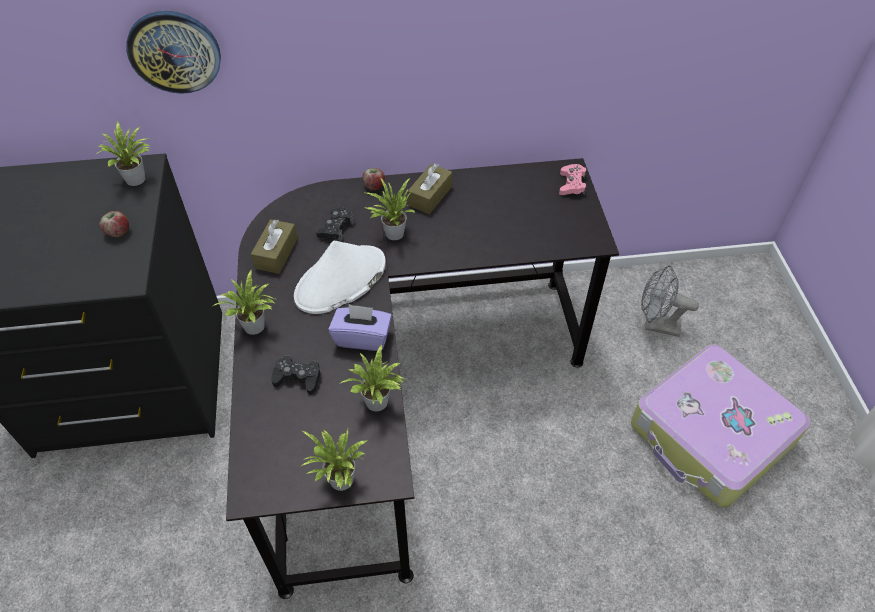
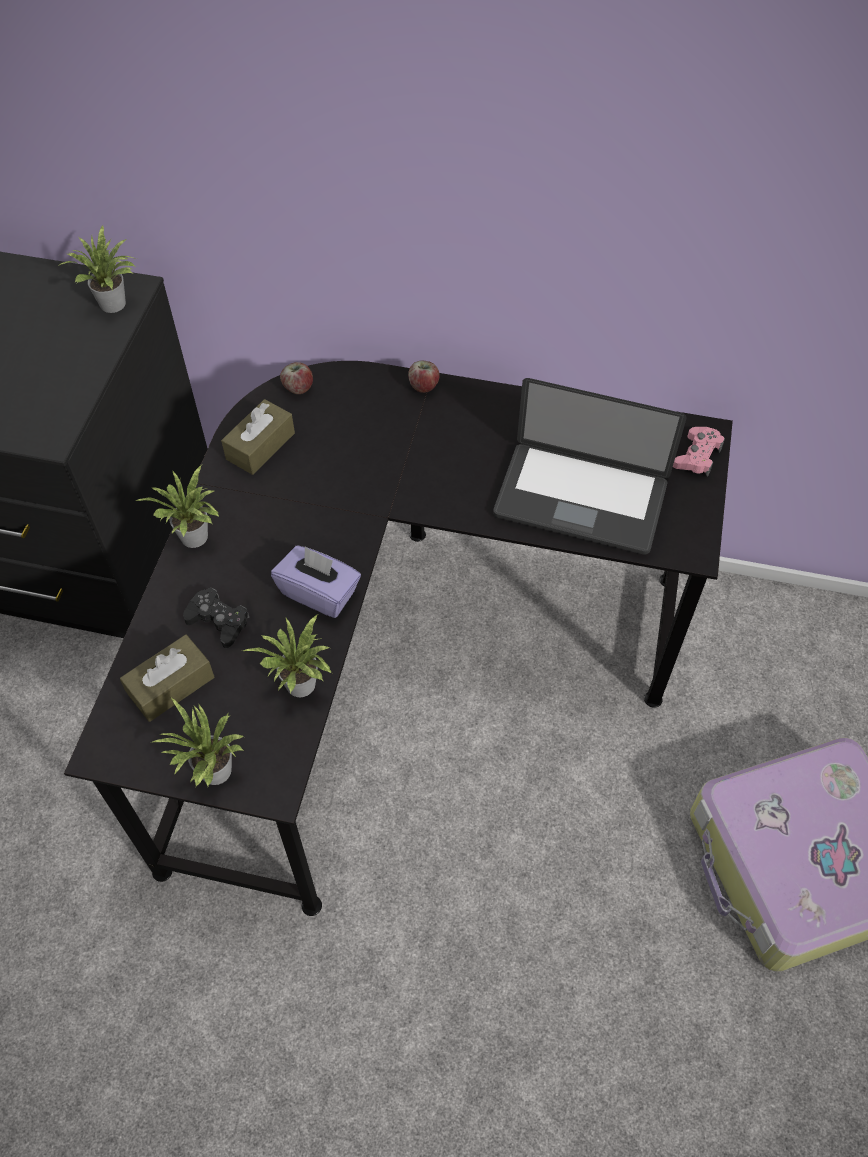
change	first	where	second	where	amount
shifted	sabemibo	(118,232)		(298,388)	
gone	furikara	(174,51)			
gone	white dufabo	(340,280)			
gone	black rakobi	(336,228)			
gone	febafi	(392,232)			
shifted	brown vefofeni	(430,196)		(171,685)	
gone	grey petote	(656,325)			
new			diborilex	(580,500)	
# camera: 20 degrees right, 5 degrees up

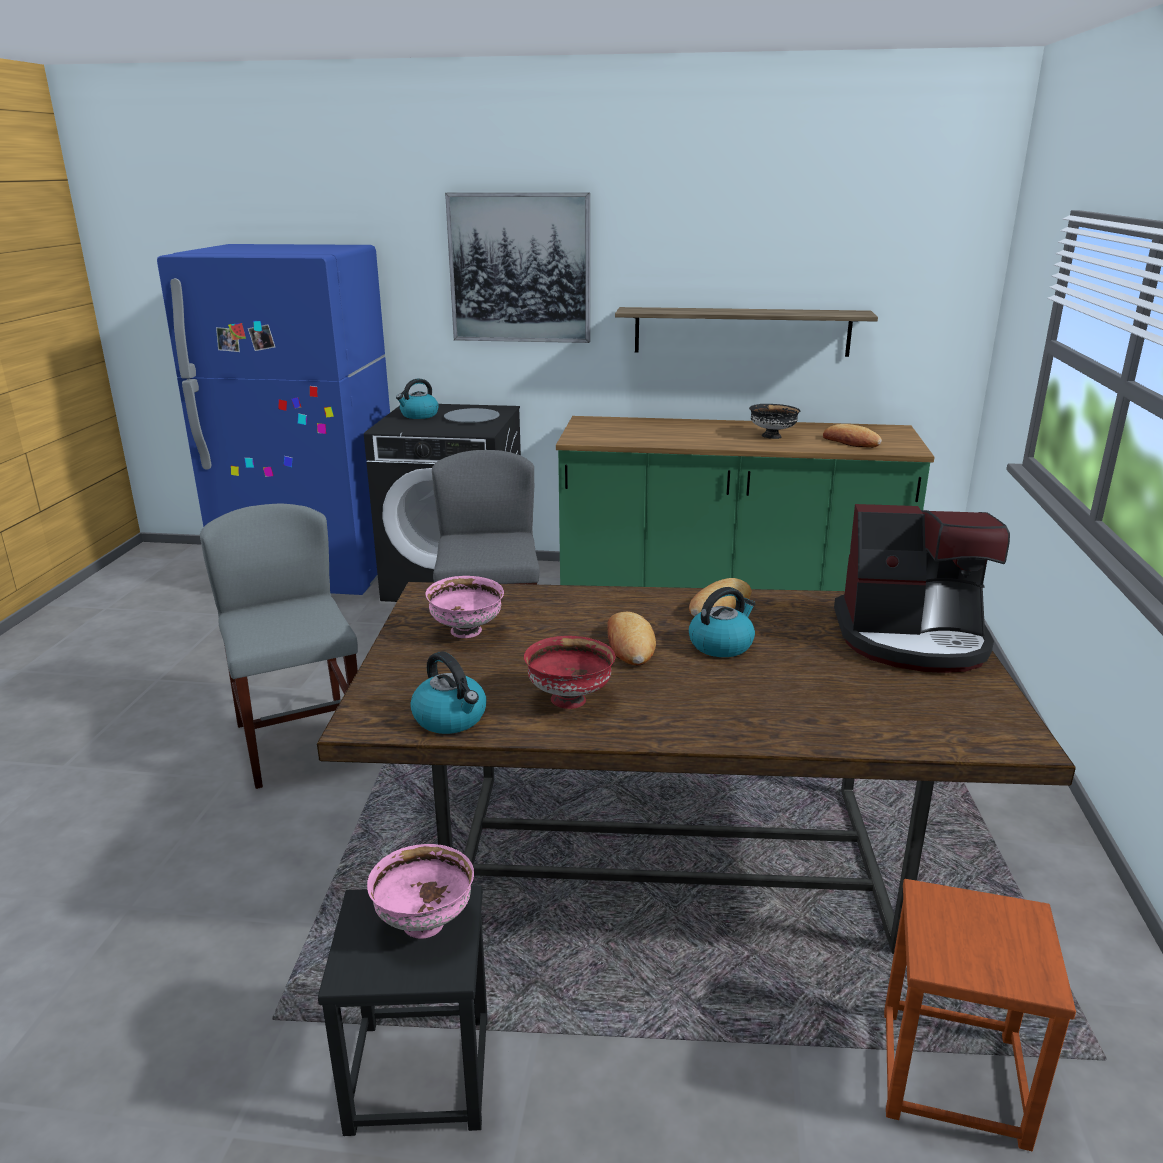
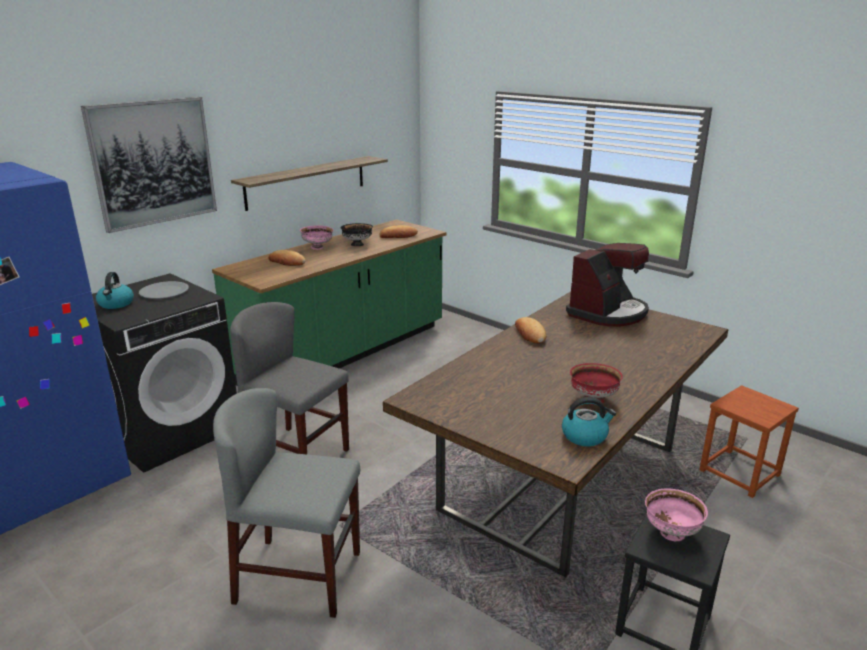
change	first	where	second	where	amount
shifted	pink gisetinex	(467,631)		(317,247)	
shifted	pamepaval	(629,645)		(287,262)	
gone	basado	(721,644)			
# camera: 55 degrees left, 0 degrees up

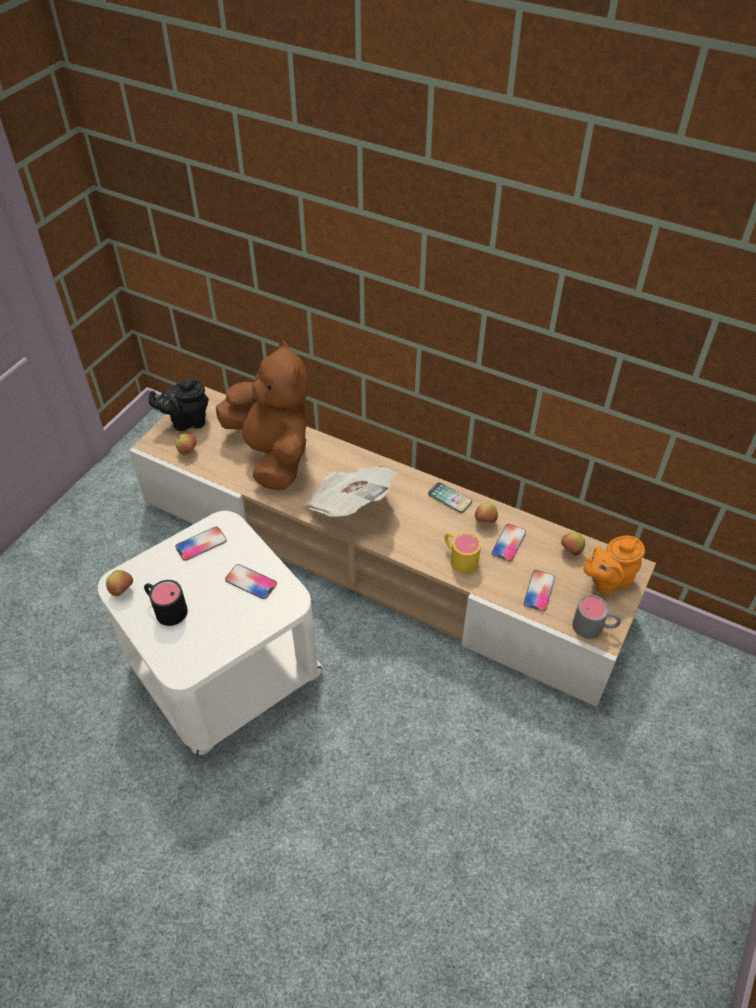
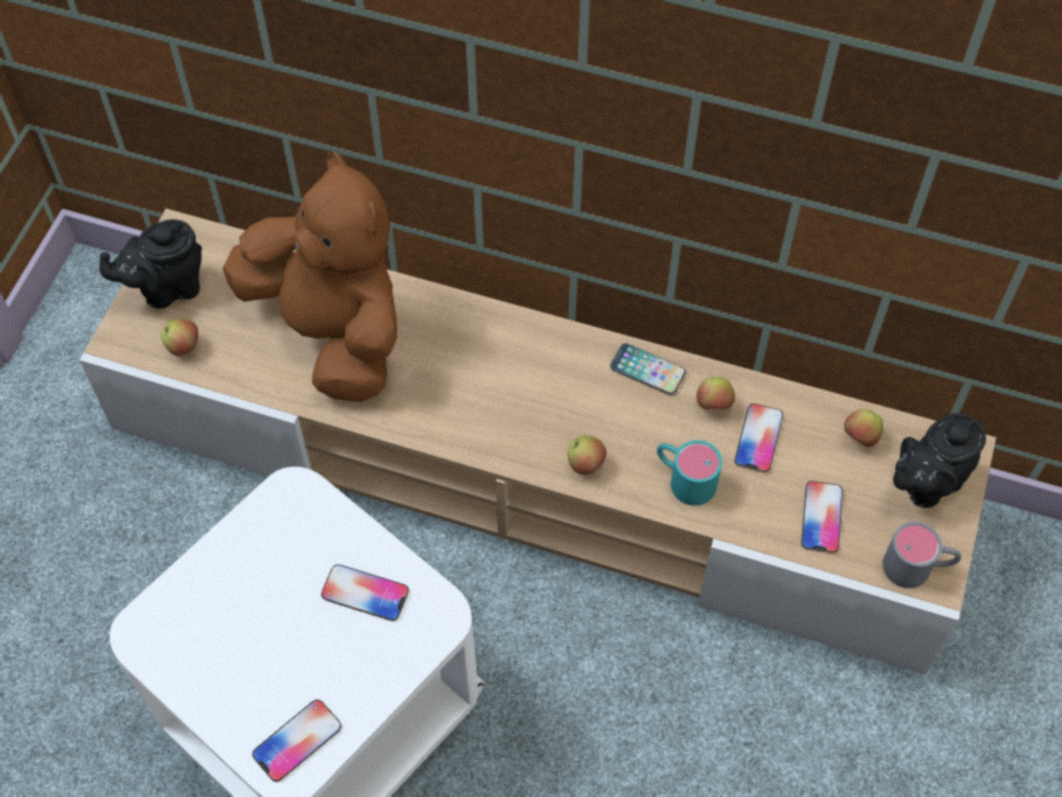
change	first	where	second	where	amount
shifted	sabemibo	(122,590)		(585,464)	
gone	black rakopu	(166,608)			
shifted	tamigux	(201,544)		(297,741)	
gone	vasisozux	(350,504)			
repainted	yellow rakopu	(459,558)	turquoise rakopu	(684,478)	
repainted	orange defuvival	(607,582)	black defuvival	(925,483)	
# camera: 10 degrees left, 10 degrees up

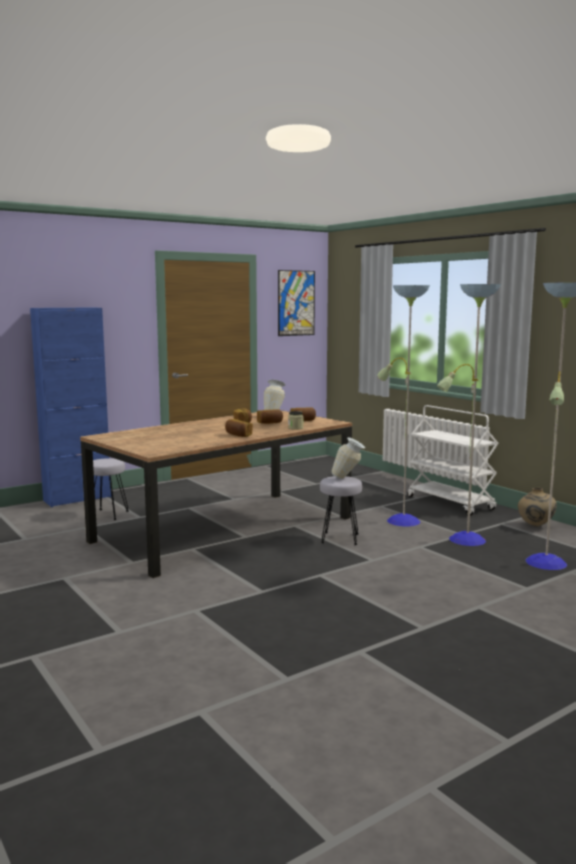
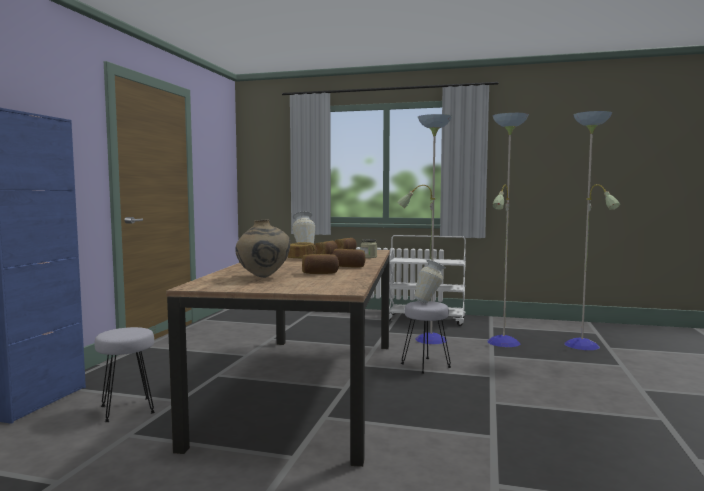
change	first	where	second	where	amount
gone	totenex	(296,303)			
shifted	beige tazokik	(535,526)		(263,277)	
new			pamepaval	(320,273)	
# camera: 40 degrees left, 5 degrees down

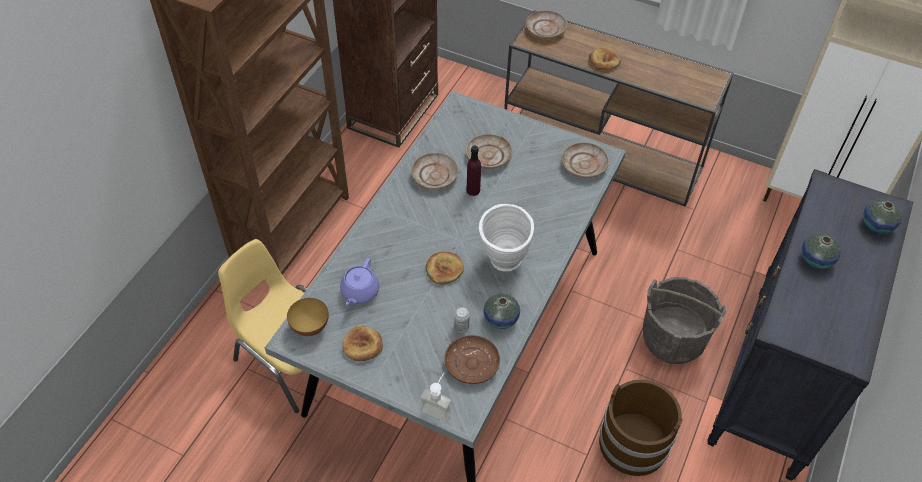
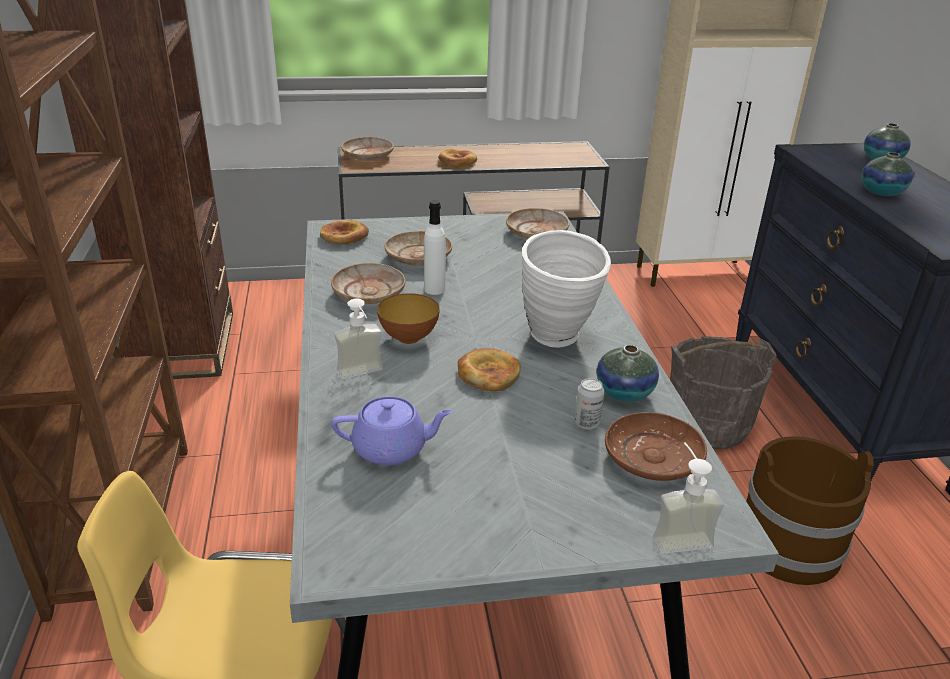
change	first	where	second	where	amount
shifted	gisetinex	(310,327)		(408,338)	
rotated	purple defuvival	(359,292)		(392,449)	75 degrees counterclockwise
shifted	pamepaval	(362,345)		(344,236)	
repainted	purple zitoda	(473,190)	white zitoda	(434,289)	
new			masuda	(363,375)	
# camera: 35 degrees left, 20 degrees down

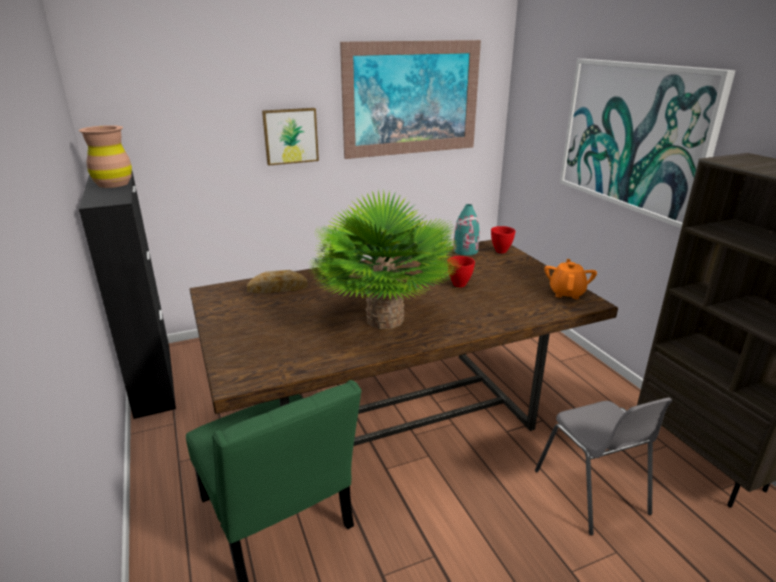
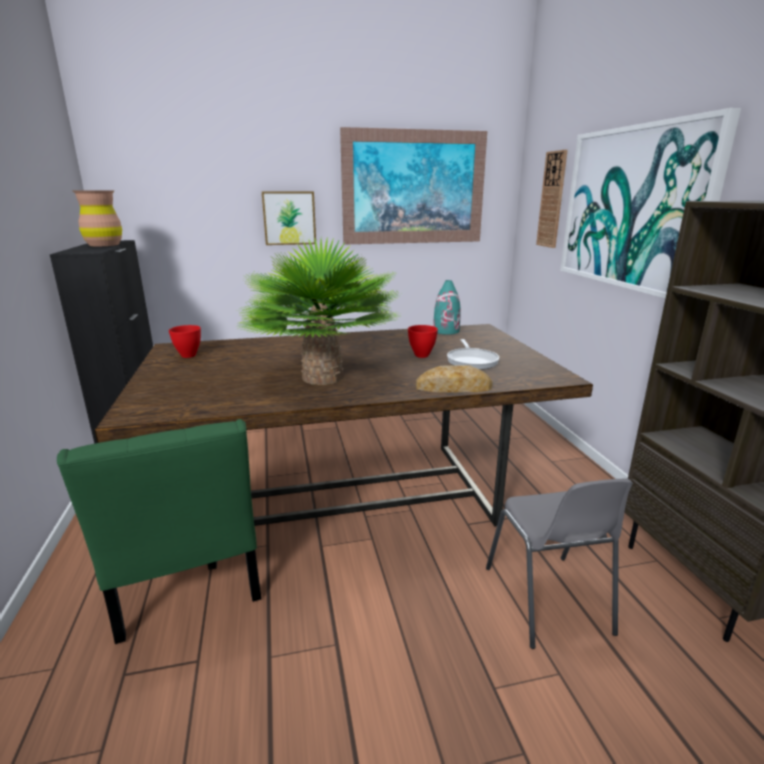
change	first	where	second	where	amount
shifted	pamepaval	(277,288)		(453,387)	
shifted	red gisetinex	(501,251)		(189,356)	
gone	orange defuvival	(566,293)			
new			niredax	(472,361)	
new			furikara	(552,200)	
# camera: 10 degrees right, 5 degrees down

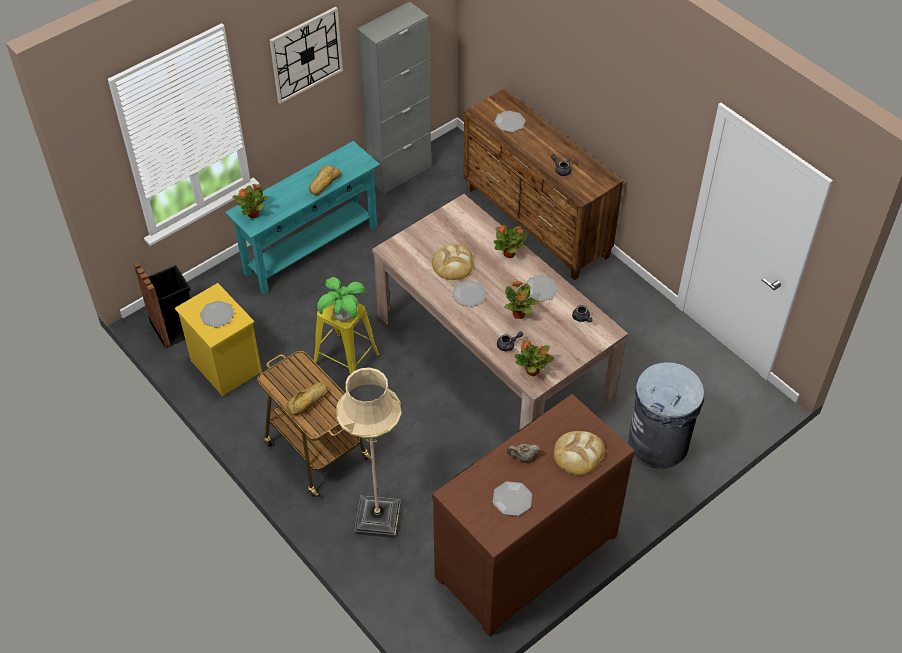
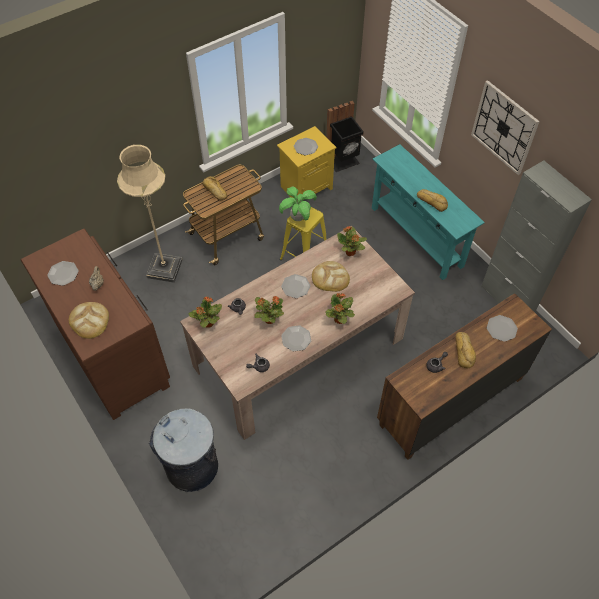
change	first	where	second	where	amount
shifted	febafi	(254,214)		(350,252)	
new			pamepaval	(464,351)	
# camera: 95 degrees right, 5 degrees up

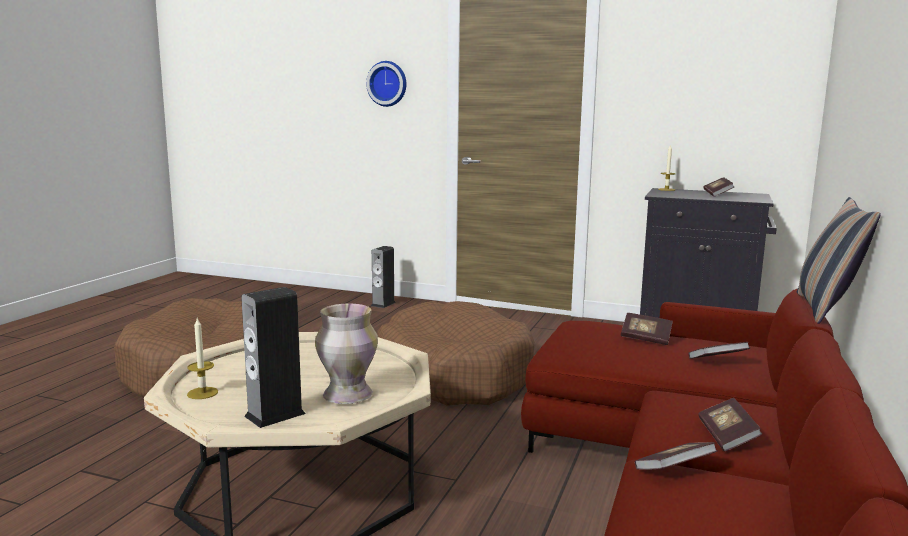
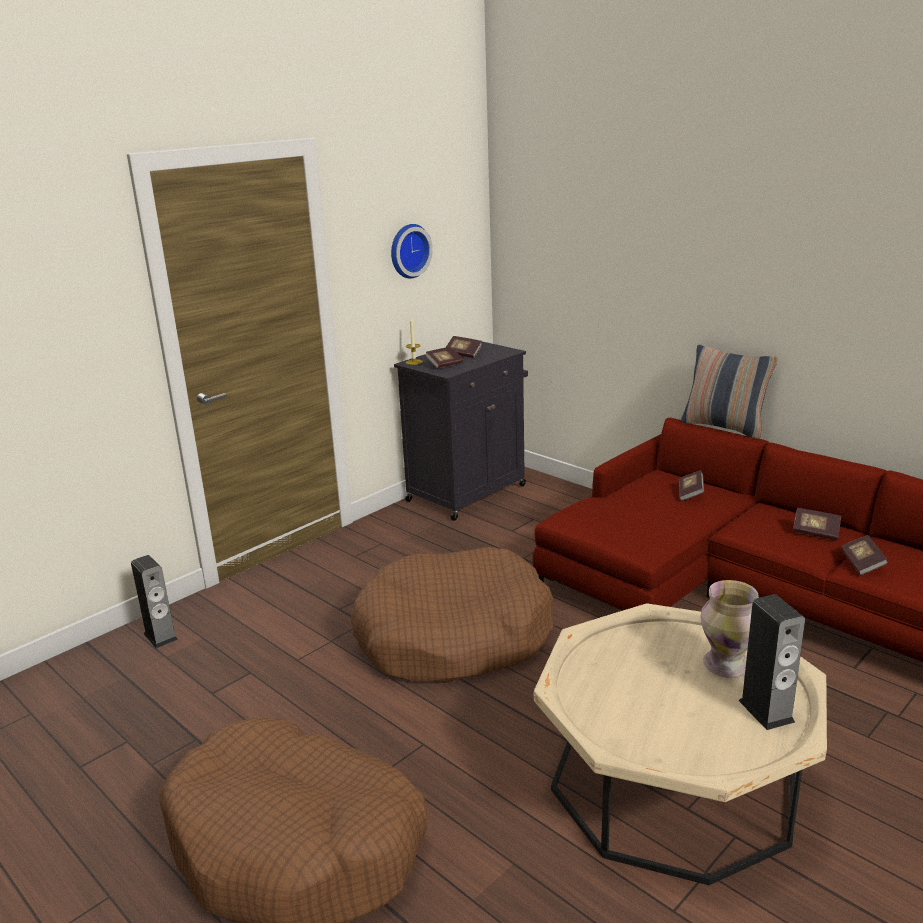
change	first	where	second	where	amount
gone	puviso	(202,393)			
shifted	furikara	(388,84)		(408,250)	
shifted	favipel	(645,338)		(444,365)	
# camera: 65 degrees left, 10 degrees up

